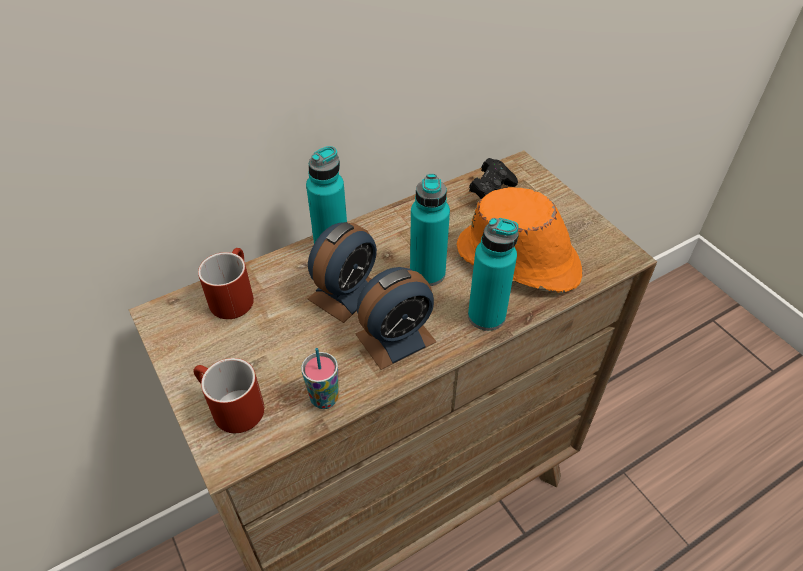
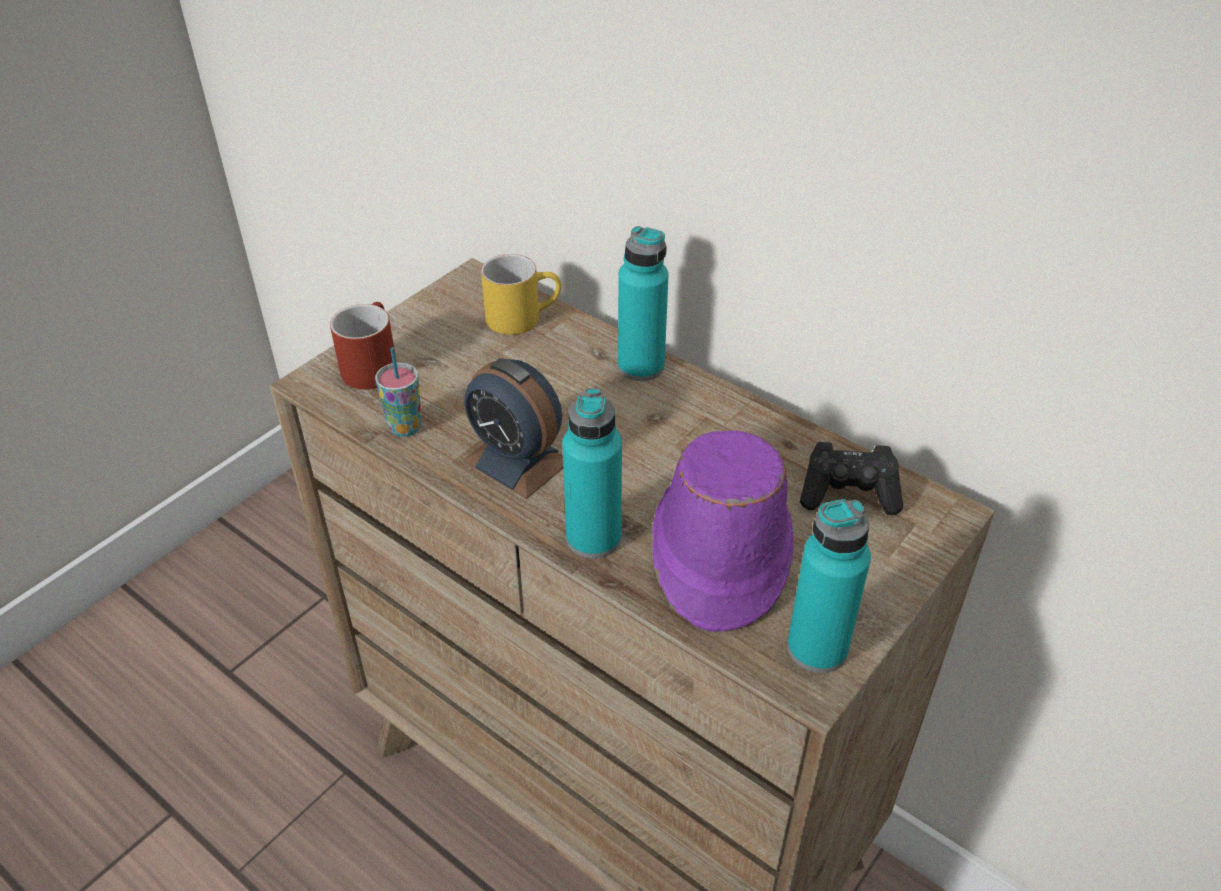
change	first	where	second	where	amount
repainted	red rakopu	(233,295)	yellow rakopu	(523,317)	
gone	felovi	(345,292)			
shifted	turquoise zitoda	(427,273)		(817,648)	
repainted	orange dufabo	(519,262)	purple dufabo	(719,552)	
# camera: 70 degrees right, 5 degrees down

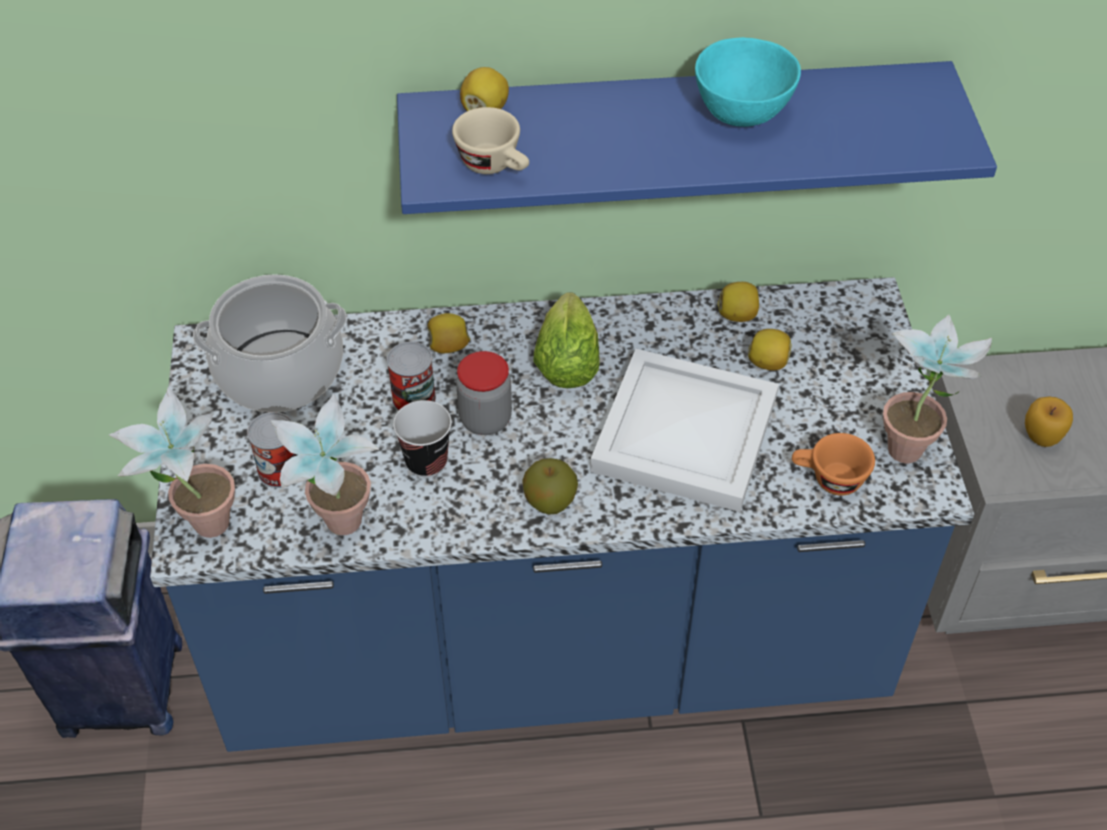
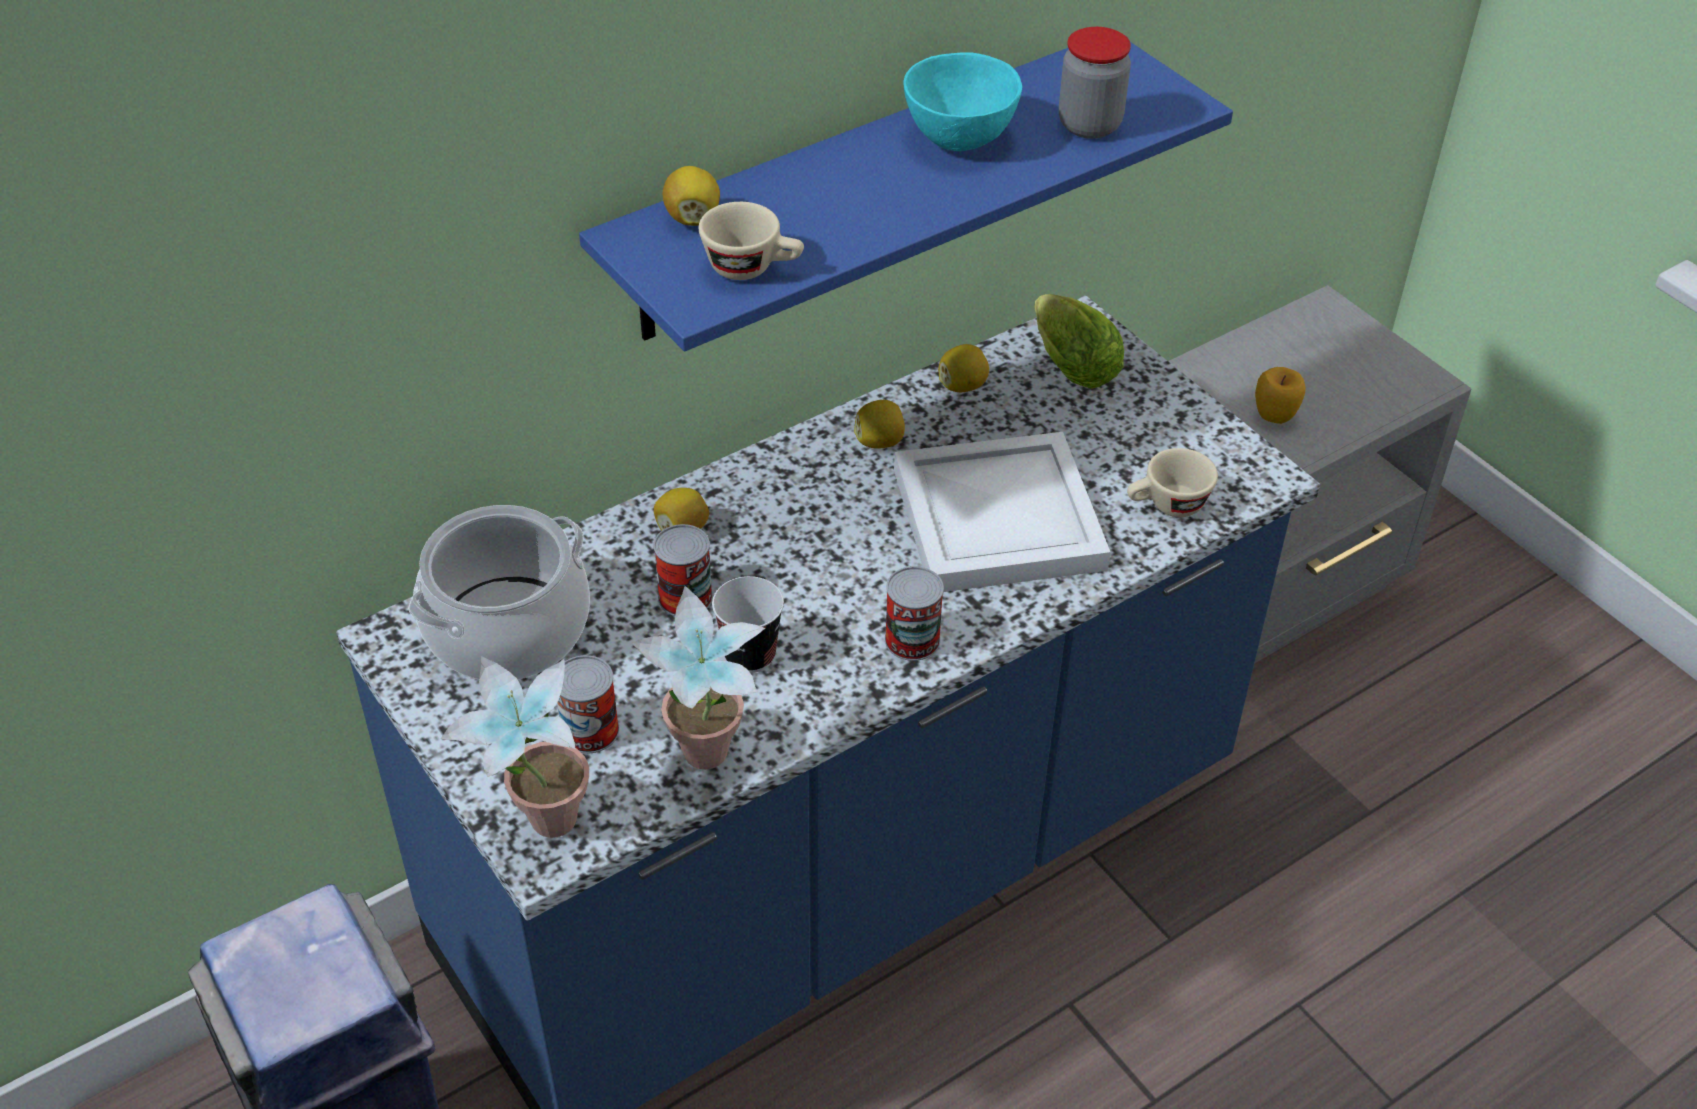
change	first	where	second	where	amount
shifted	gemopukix	(485,419)		(1089,125)	
swapped	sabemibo	(550,502)	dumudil	(912,640)	
shifted	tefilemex	(567,358)		(1069,364)	
shifted	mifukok	(768,362)		(880,441)	
repainted	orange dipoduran	(828,479)	beige dipoduran	(1167,506)	
gone	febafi	(914,443)			
# camera: 30 degrees left, 5 degrees down

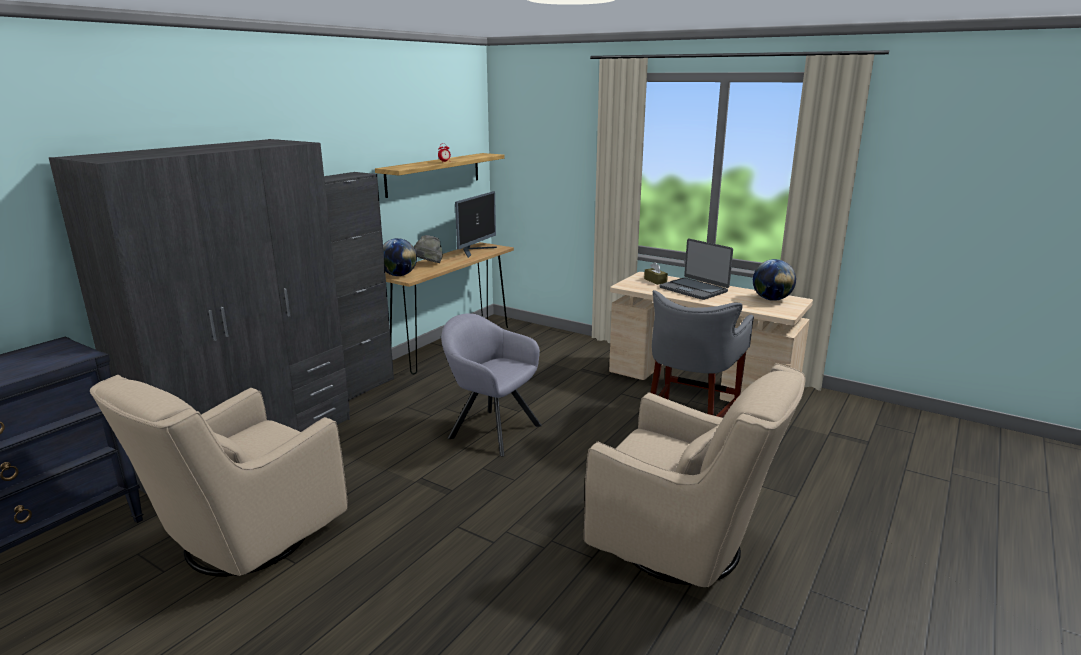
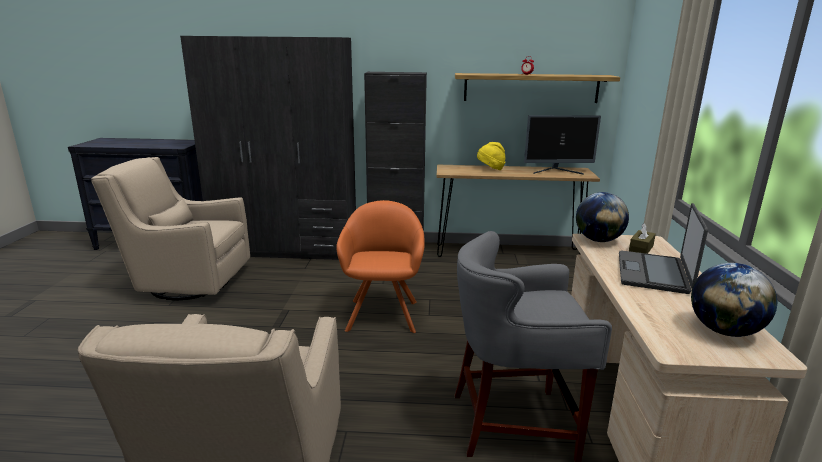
change	first	where	second	where	amount
shifted	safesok	(399,275)		(598,240)	
repainted	grey dufabo	(428,264)	yellow dufabo	(490,169)	
repainted	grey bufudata	(490,430)	orange bufudata	(383,313)	
# camera: 60 degrees right, 0 degrees up

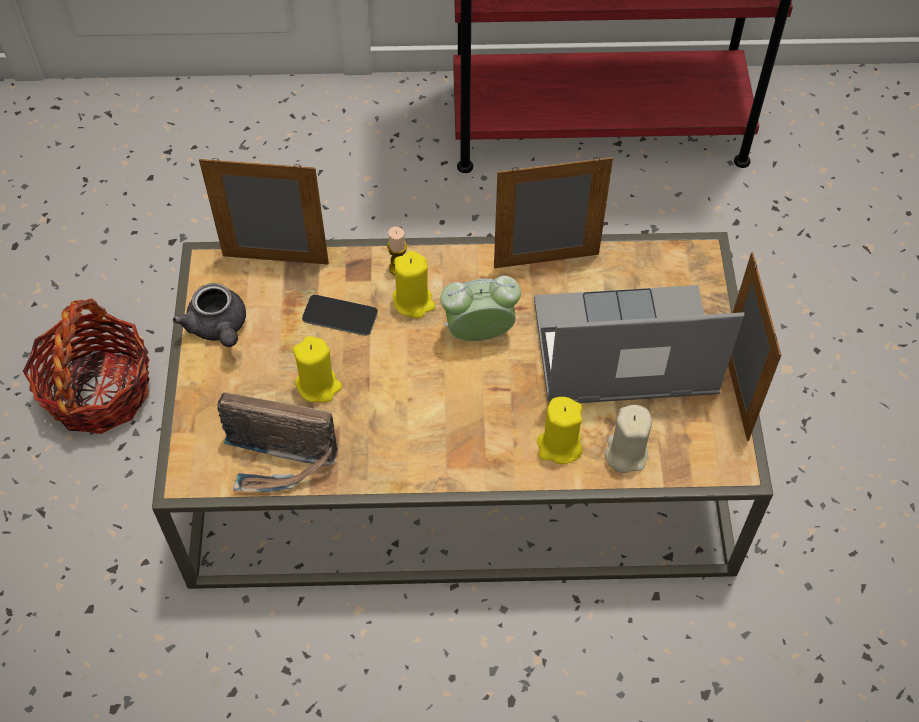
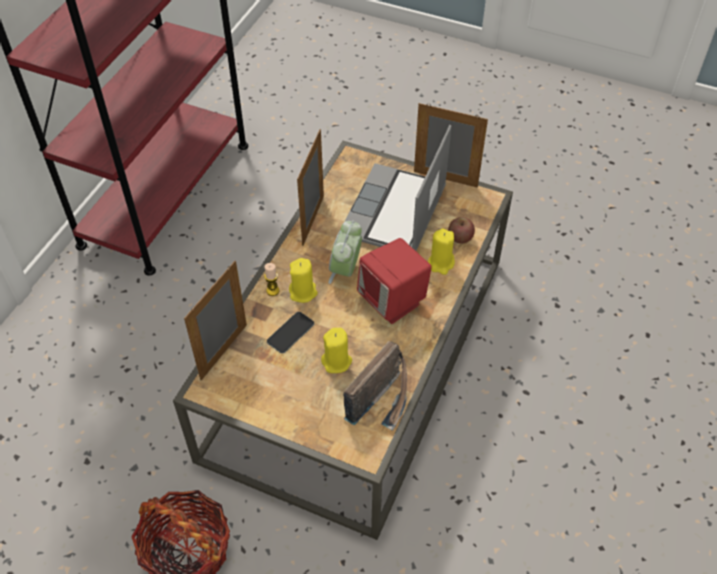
change	first	where	second	where	amount
gone	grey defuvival	(218,328)			
swapped	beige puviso	(625,453)	sabemibo	(460,237)	
new			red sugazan	(393,301)	
# camera: 65 degrees left, 5 degrees down

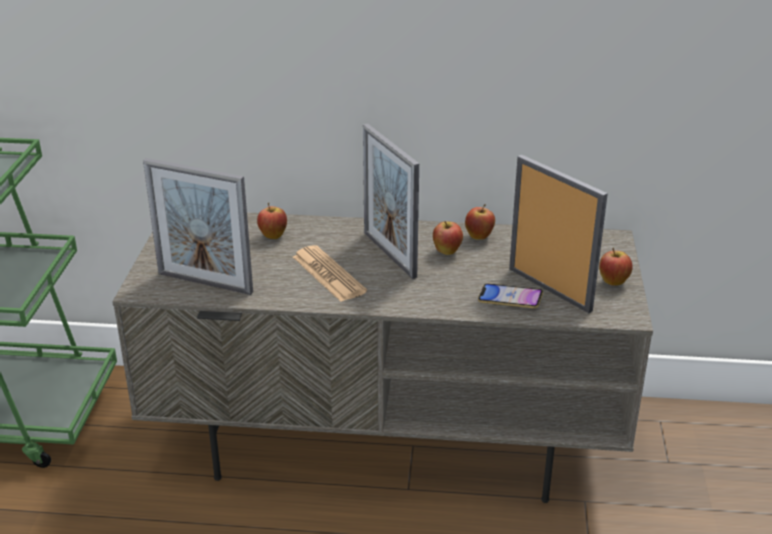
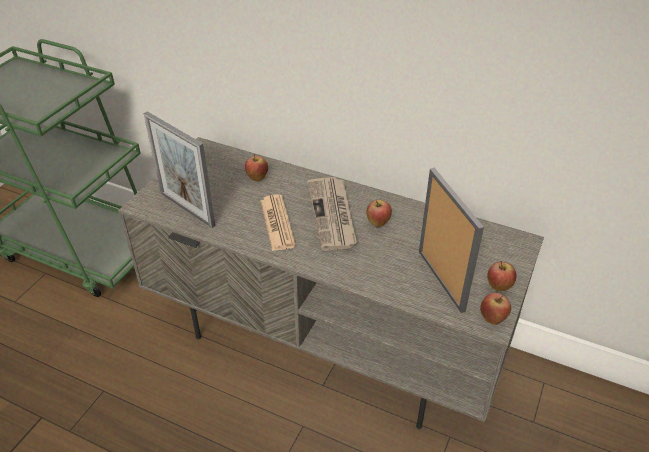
change	first	where	second	where	amount
swapped	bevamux	(389,254)	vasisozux	(332,215)	
shifted	sabemibo	(479,237)		(492,319)	
gone	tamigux	(510,300)			
# camera: 20 degrees right, 10 degrees up

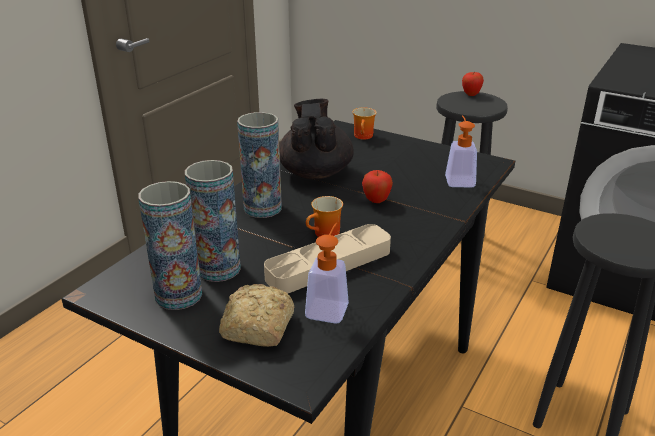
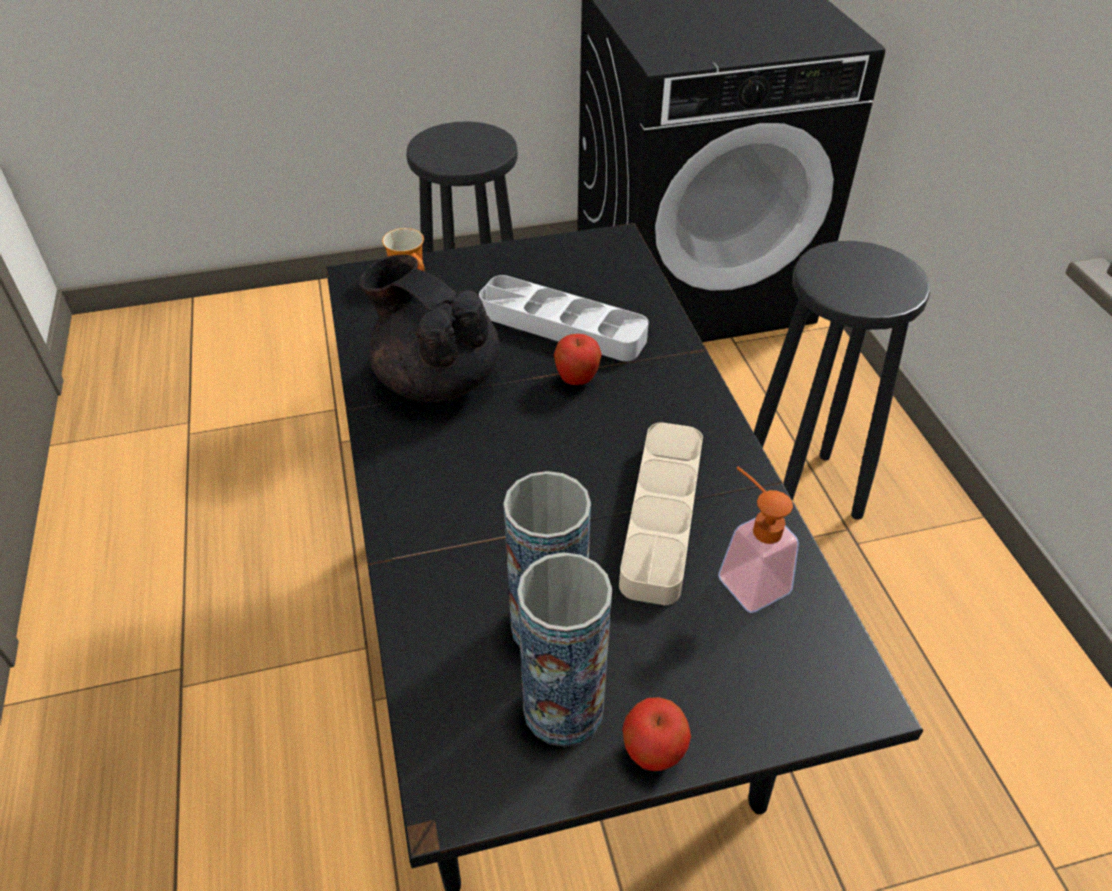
change	first	where	second	where	amount
gone	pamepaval	(257,328)			
gone	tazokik	(262,208)			
gone	rakopu	(326,234)			
gone	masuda	(459,179)			
shifted	sabemibo	(471,94)		(652,754)	
new			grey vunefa	(562,326)	
# camera: 45 degrees left, 15 degrees up

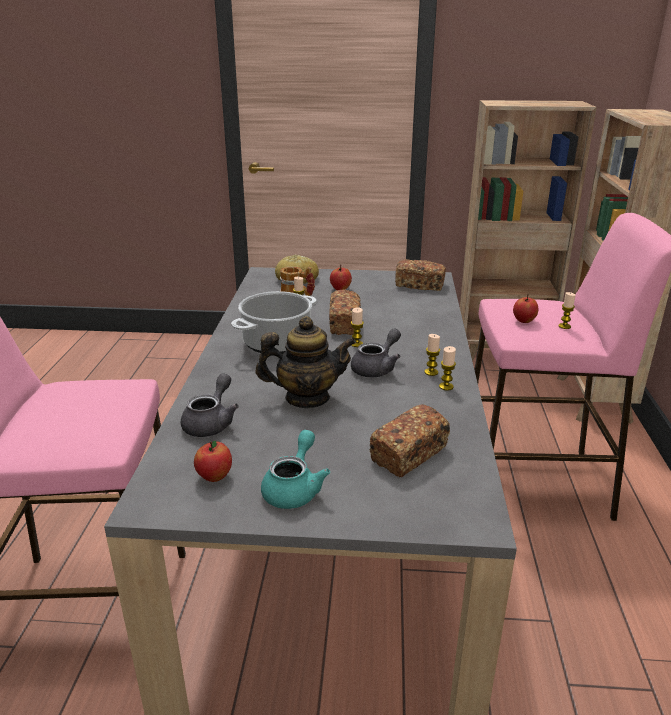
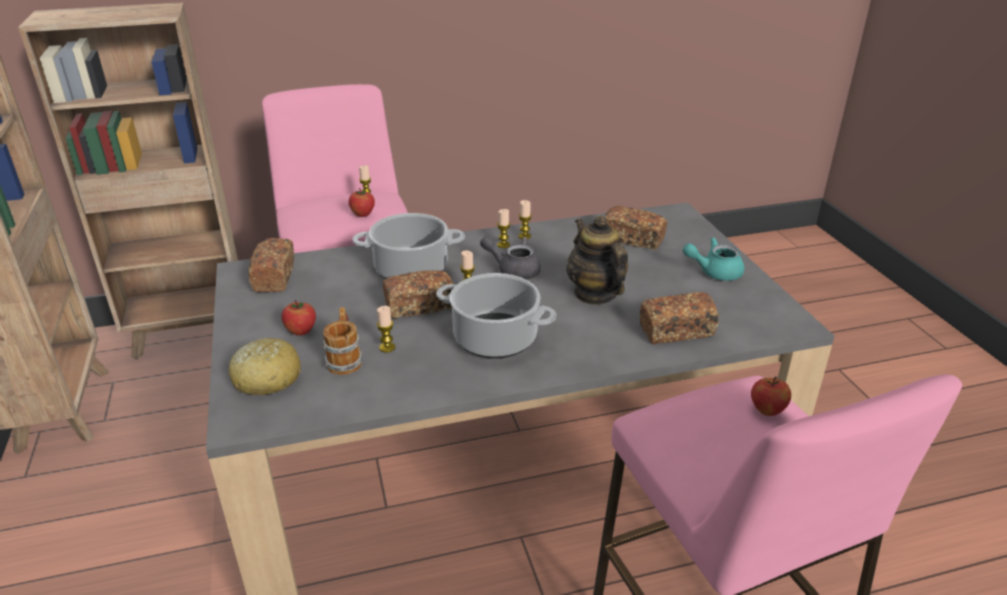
change	first	where	second	where	amount
swapped	grey defuvival	(211,422)	pamepaval	(676,331)	
shifted	sabemibo	(214,476)		(767,410)	
new			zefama	(410,270)	
# camera: 110 degrees left, 5 degrees up

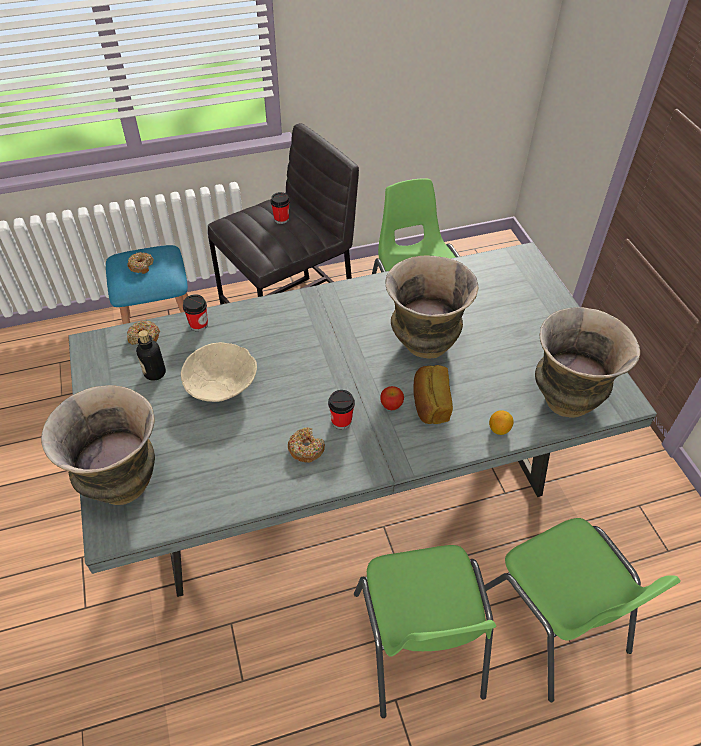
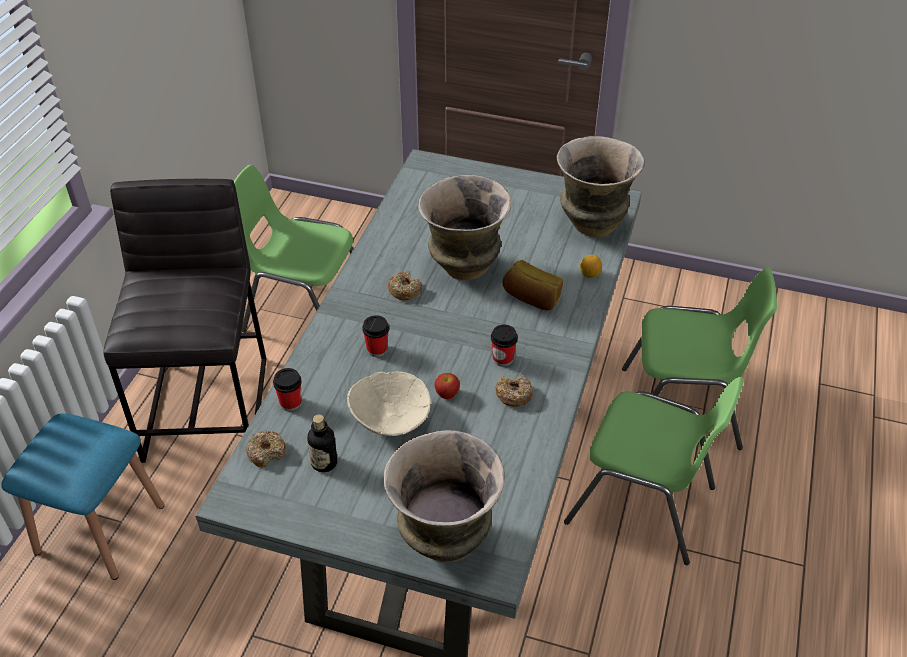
change	first	where	second	where	amount
shifted	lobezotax	(141,266)		(405,290)	
shifted	dipoduran	(281,219)		(377,350)	
shifted	sabemibo	(391,405)		(447,394)	
# camera: 55 degrees left, 5 degrees down

